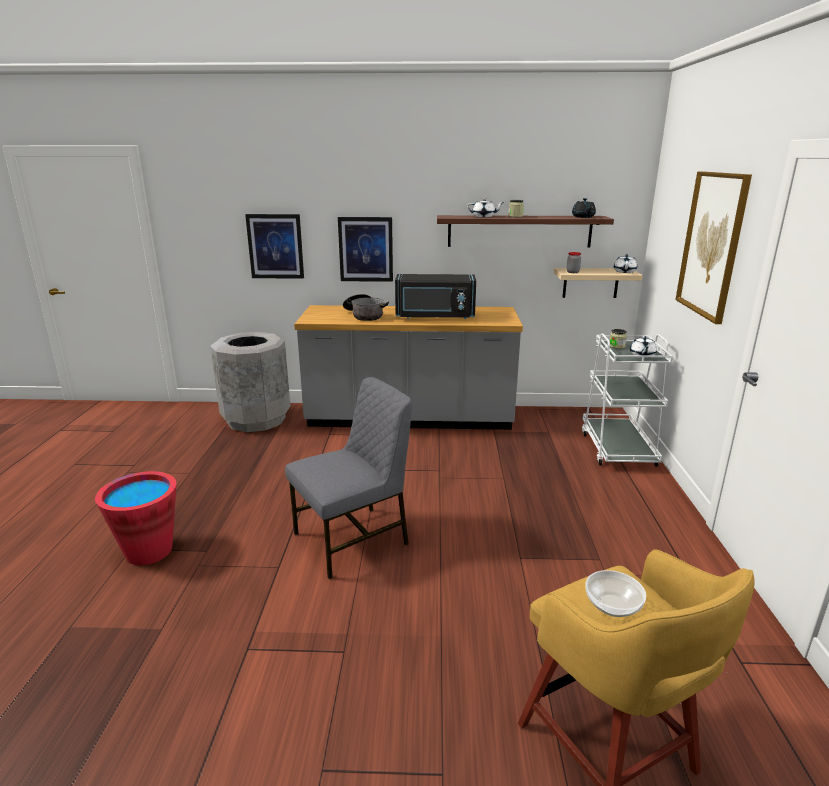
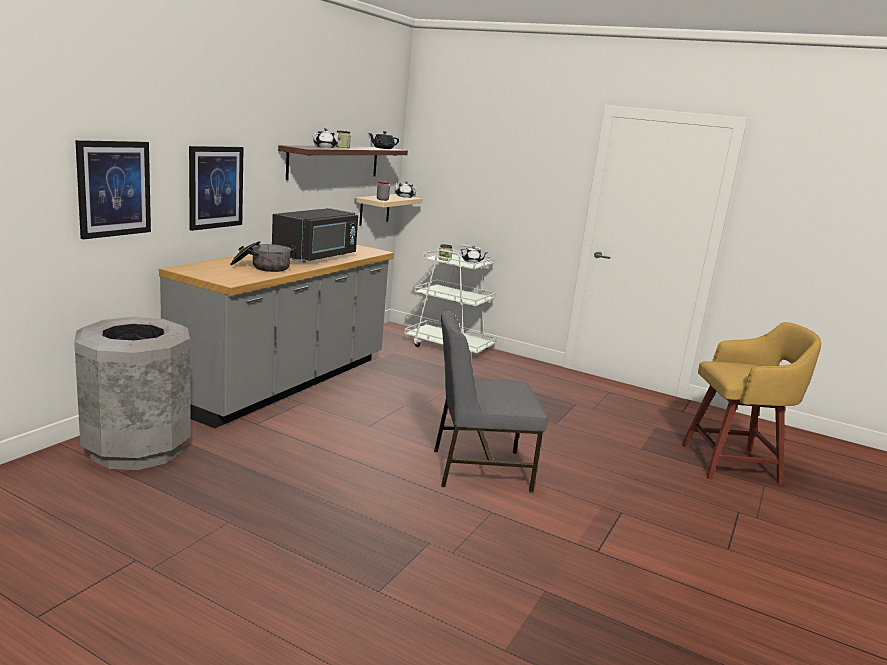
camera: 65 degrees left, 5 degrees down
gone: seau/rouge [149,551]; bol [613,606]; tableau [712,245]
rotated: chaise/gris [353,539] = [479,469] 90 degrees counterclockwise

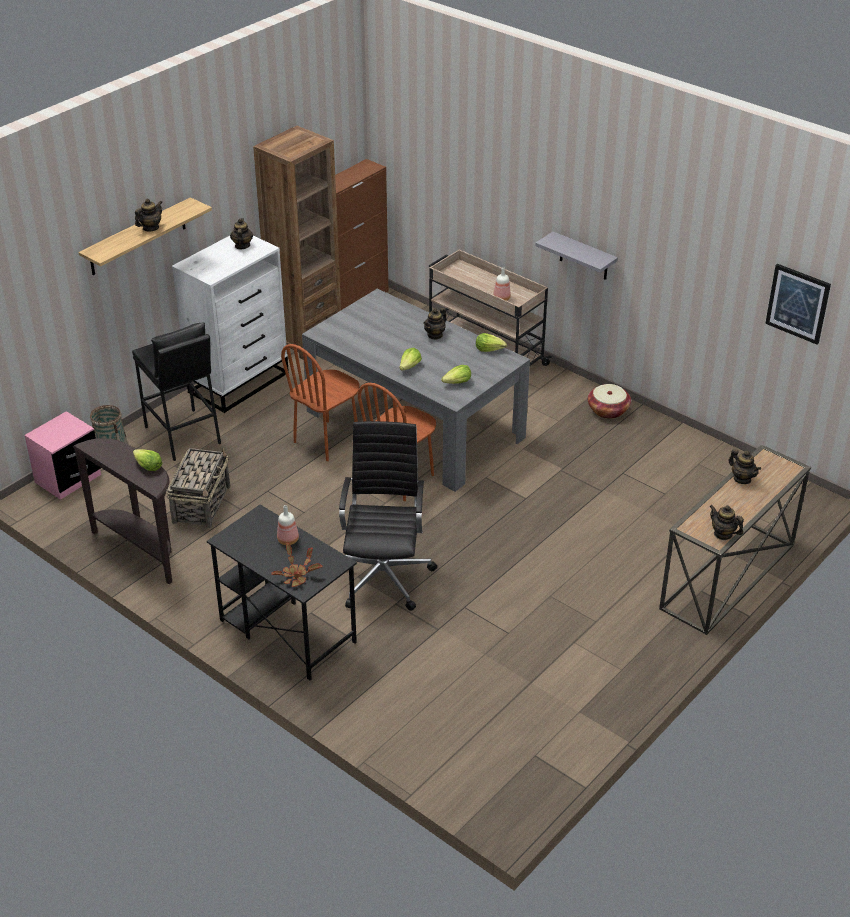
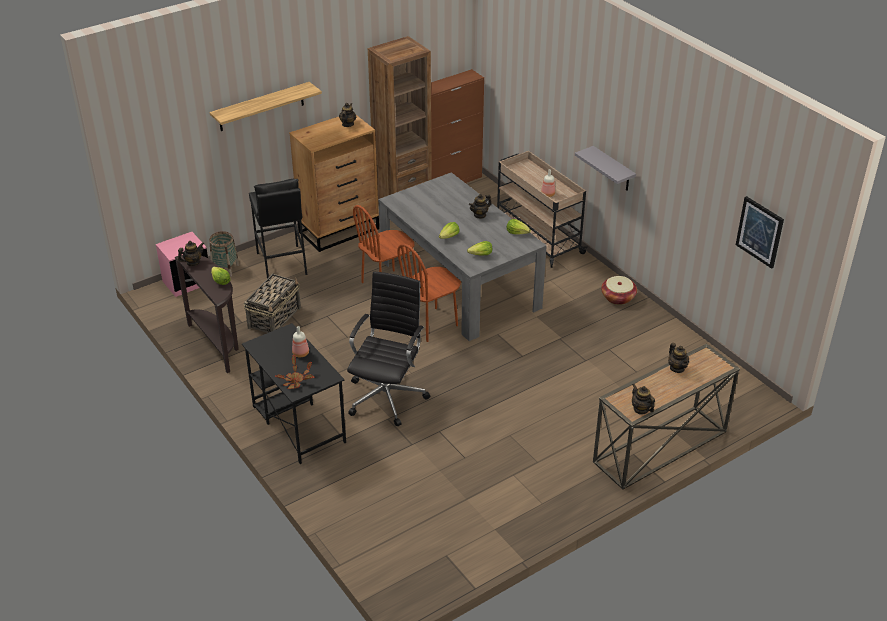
camera: 15 degrees right, 0 degrees up
shifted: théière [150,228] to [193,262]
repainted: commode/blanc [239,382] to commode/marron [339,230]

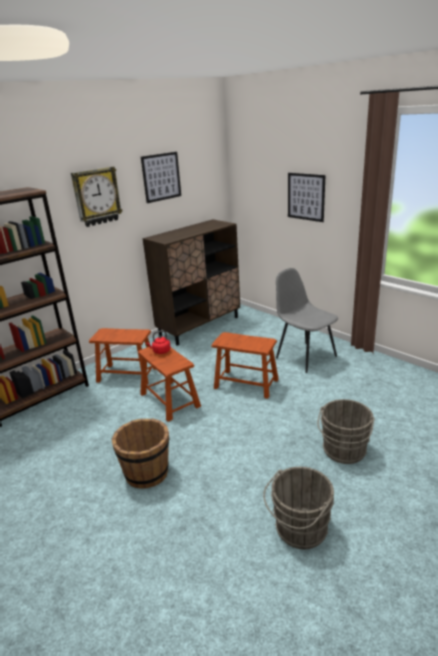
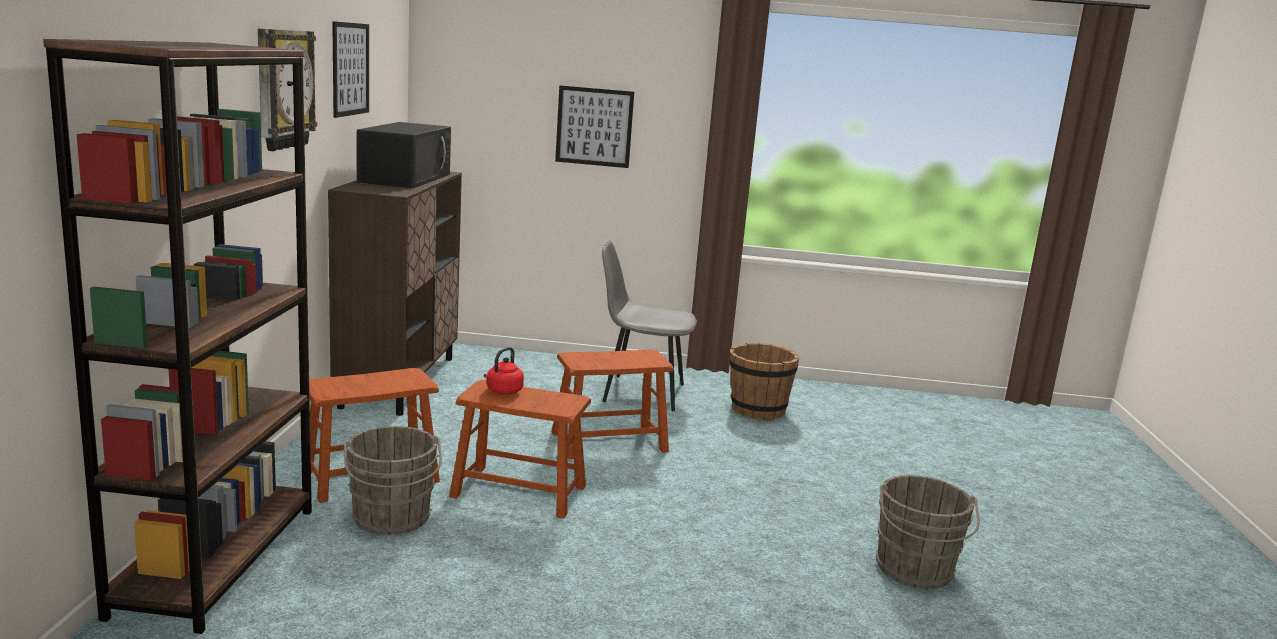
camera: 45 degrees left, 10 degrees down
new: micro-ondes/noir [406,178]
shifted: seau/marron [147,473] to [757,410]; seau/gris [343,452] to [392,519]

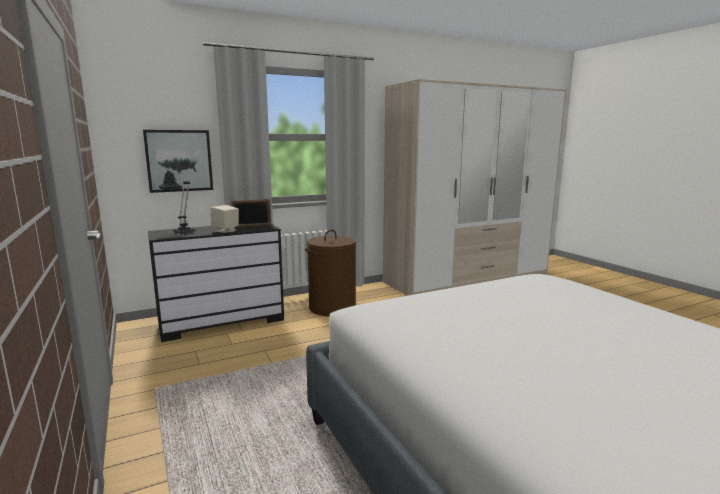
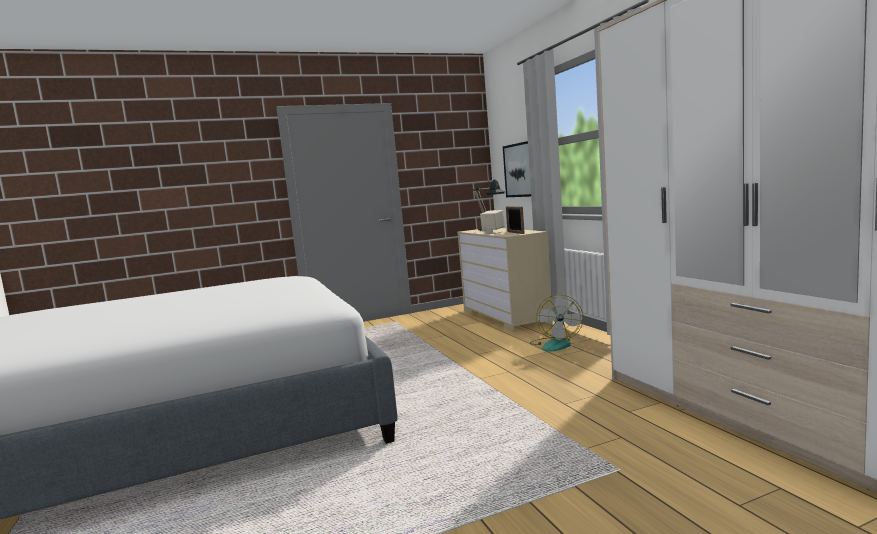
camera: 95 degrees right, 5 degrees down
swapped: panier à linge/marron [332,307] to ventilateur [555,344]
repainted: commode/noir [222,321] to commode/beige [505,317]

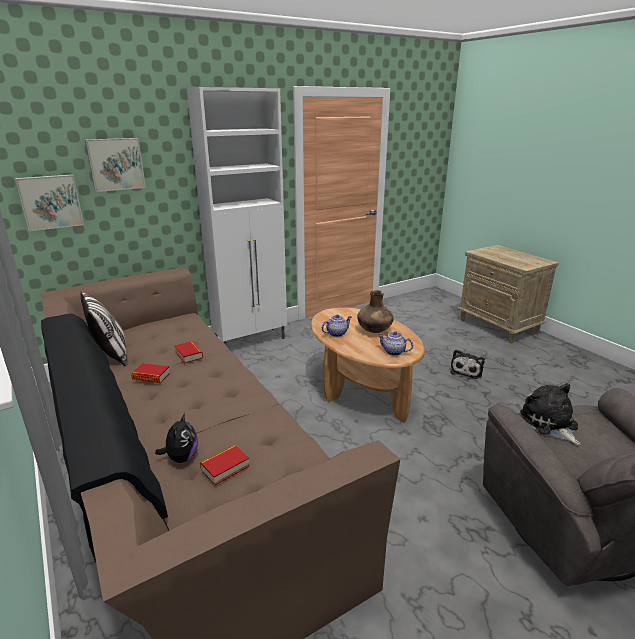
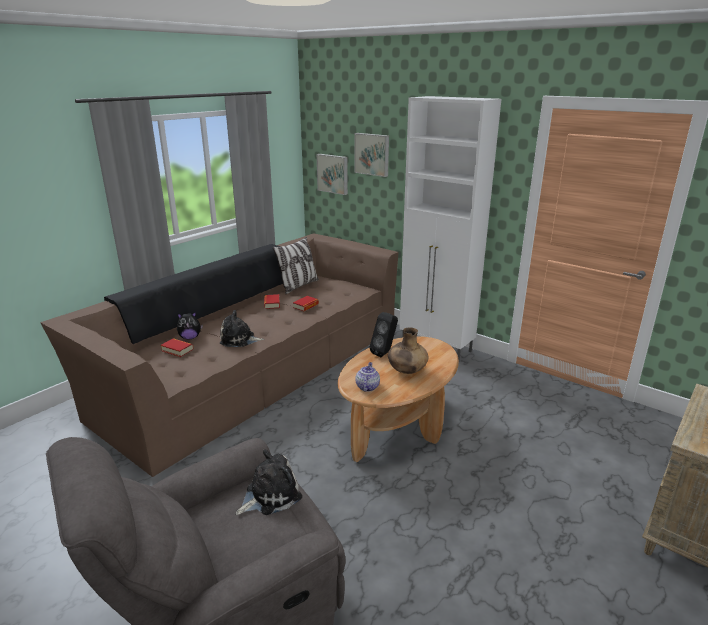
camera: 70 degrees right, 0 degrees up
shifted: peluche [466,371] to [239,340]
swapped: théière [337,333] to enceinte/noir [385,353]

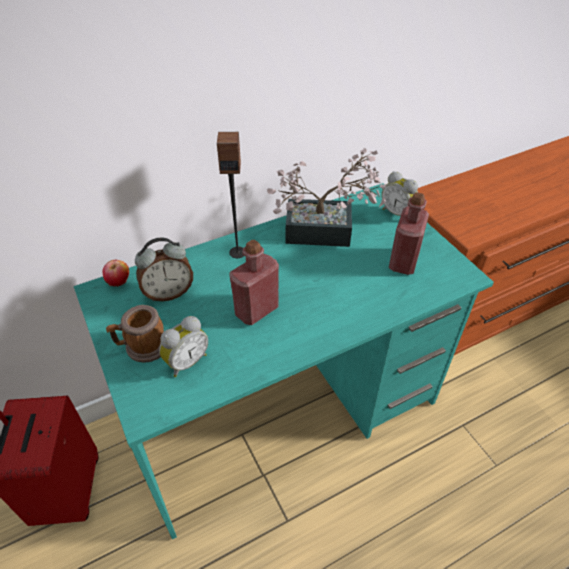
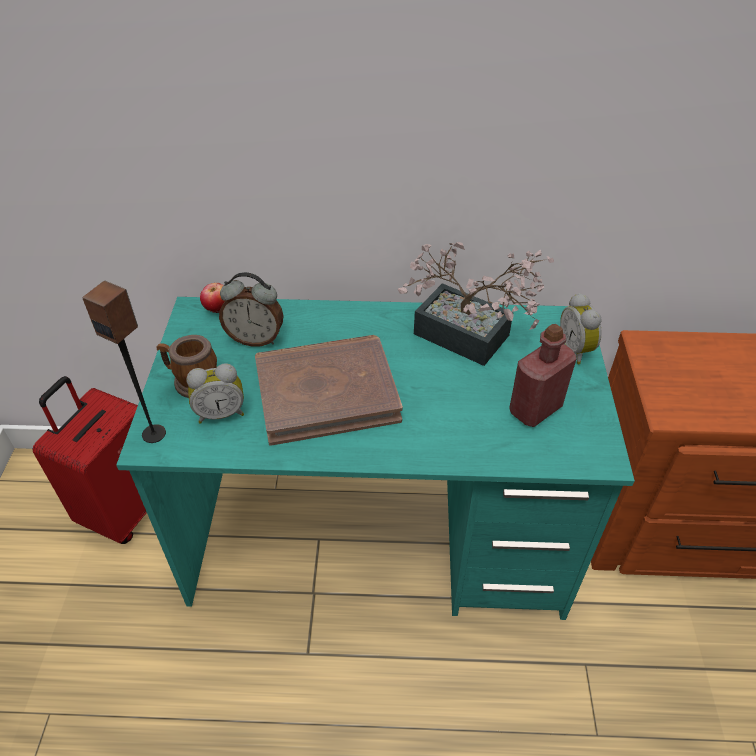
camera: 30 degrees right, 0 degrees up
shifted: enceinte [237,252] to [154,433]
swapped: bouteille/rouge [256,310] to livre/marron [326,392]

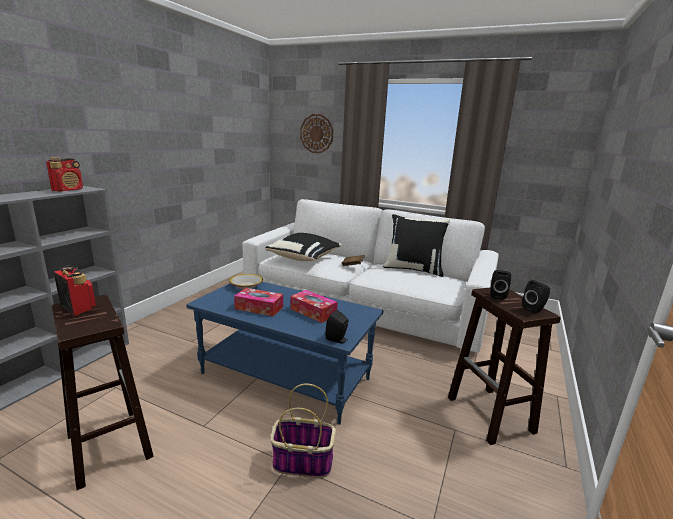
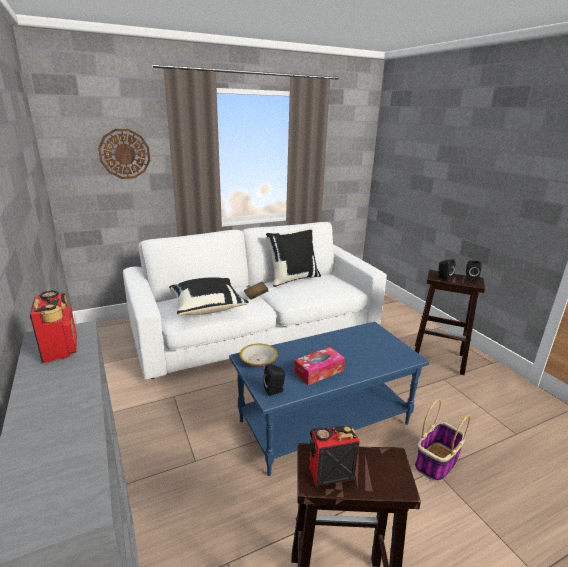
camera: 50 degrees left, 5 degrees up
gone: boîte à mouchoirs [313,312]
shifted: enceinte/noir [337,340] to [275,390]

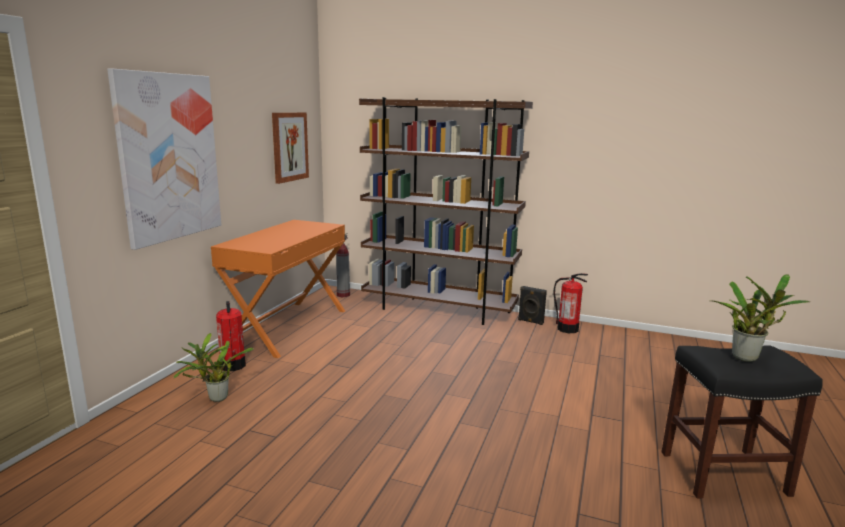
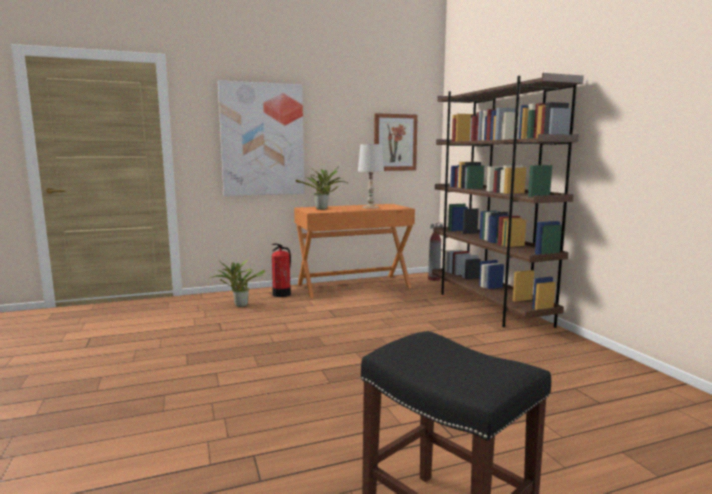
camera: 50 degrees right, 5 degrees down
gone: enceinte/noir [530,321]; extincteur [567,329]
new: lampe de table/blanc [370,207]
shifted: plante en pot [747,357] to [323,209]

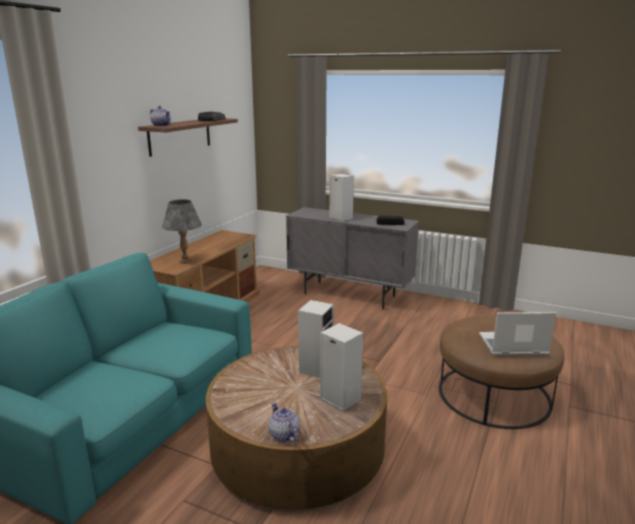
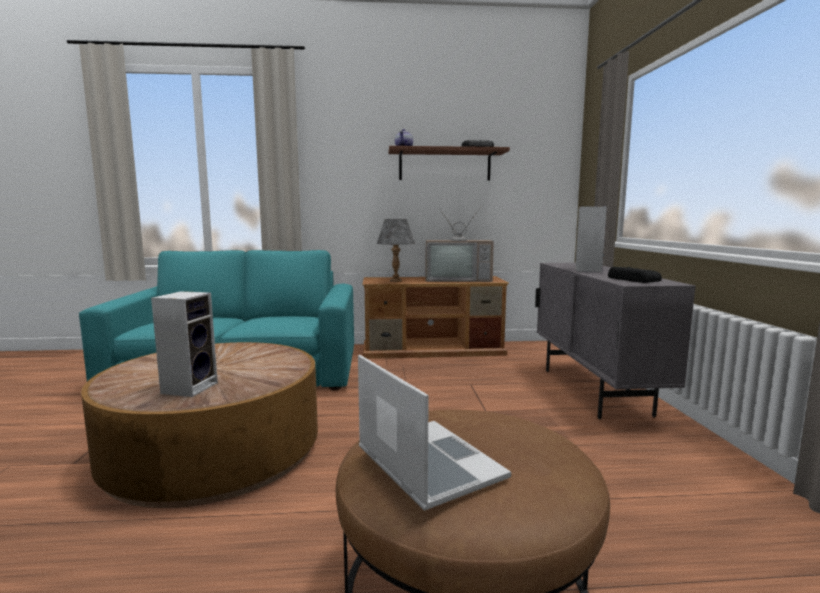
camera: 60 degrees right, 10 degrees down
gone: théière [283,435]; enceinte [316,367]
new: téléviseur [458,279]

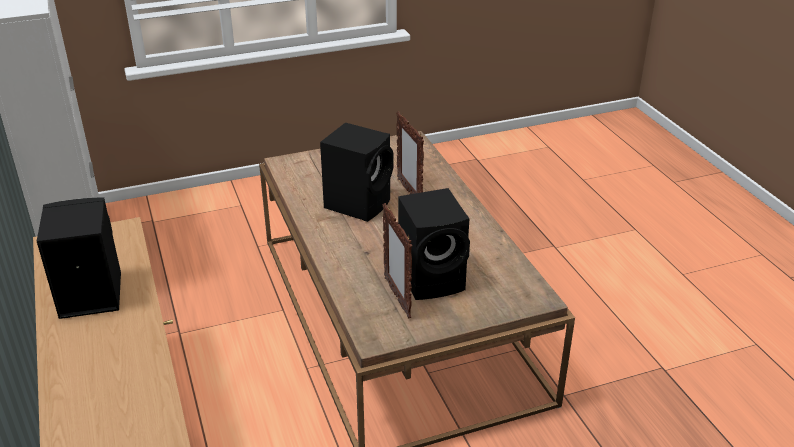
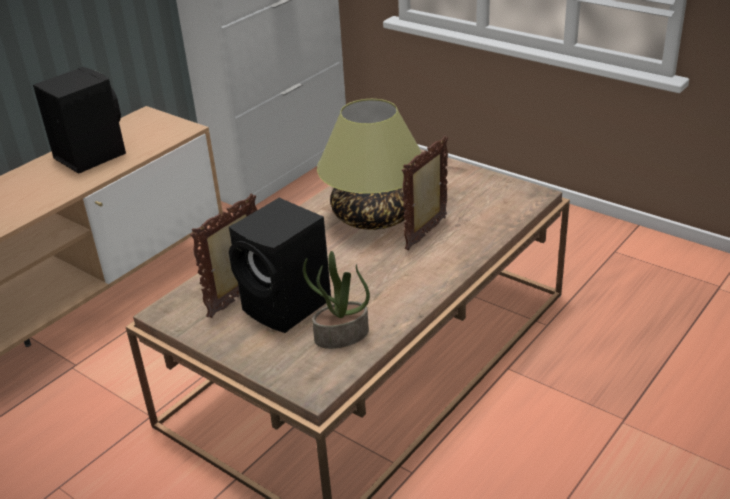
camera: 60 degrees right, 0 degrees up
new: plante en pot [341,336]
swapped: enceinte/noir [359,203] to lampe de table [375,215]

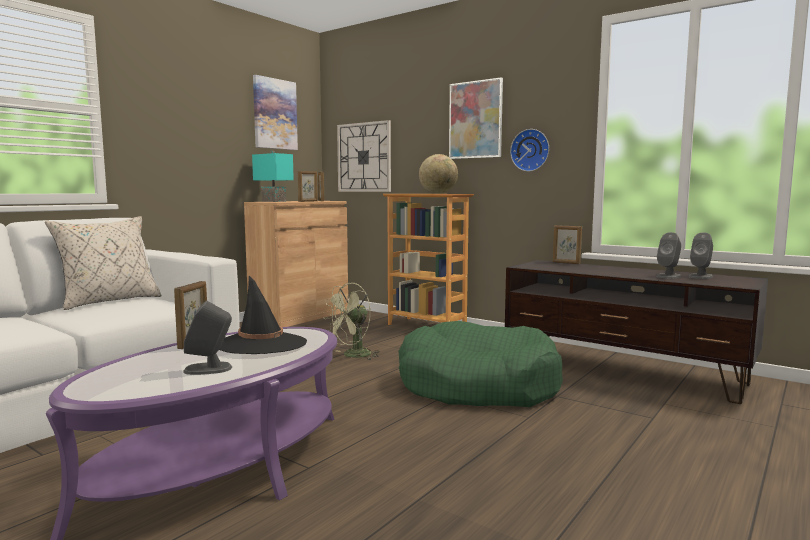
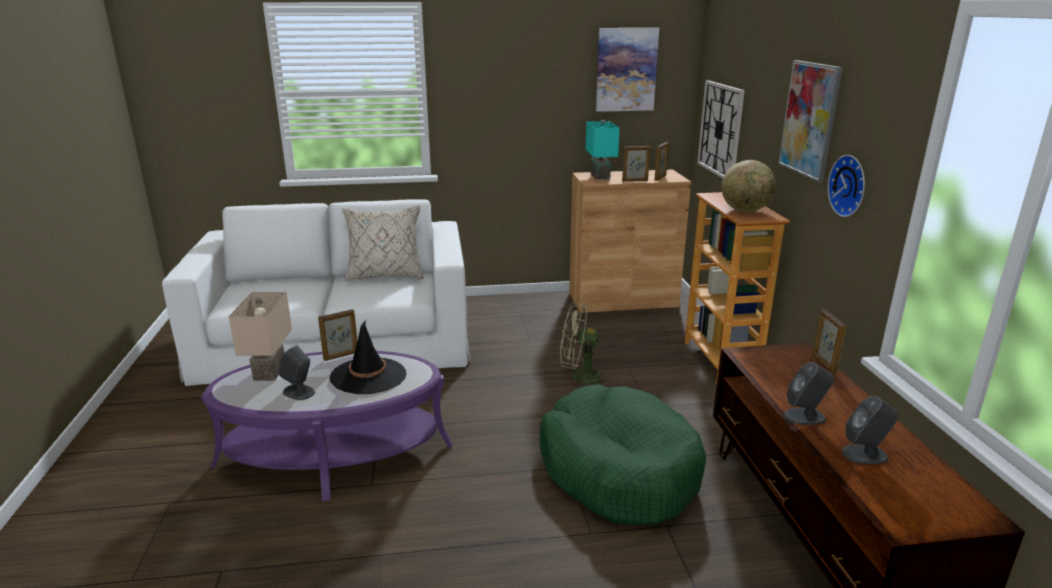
camera: 45 degrees right, 15 degrees up
new: lampe de table/beige [268,371]
shifted: enceinte/gris [700,276] to [805,416]

